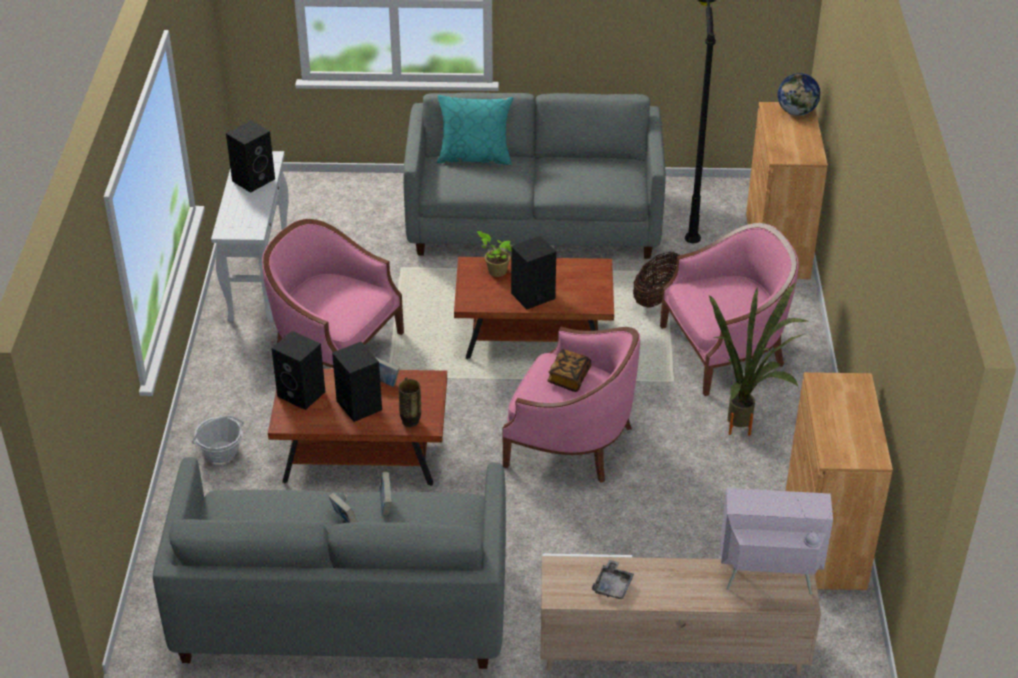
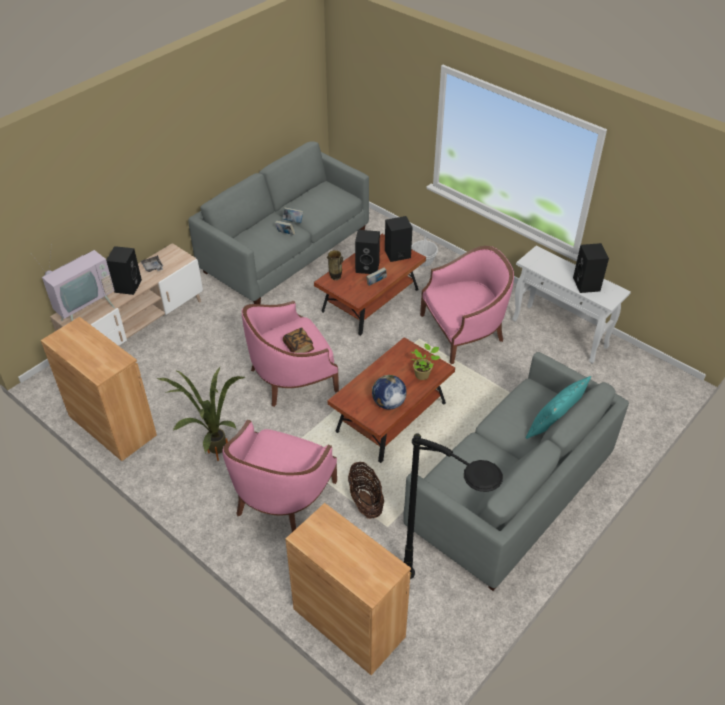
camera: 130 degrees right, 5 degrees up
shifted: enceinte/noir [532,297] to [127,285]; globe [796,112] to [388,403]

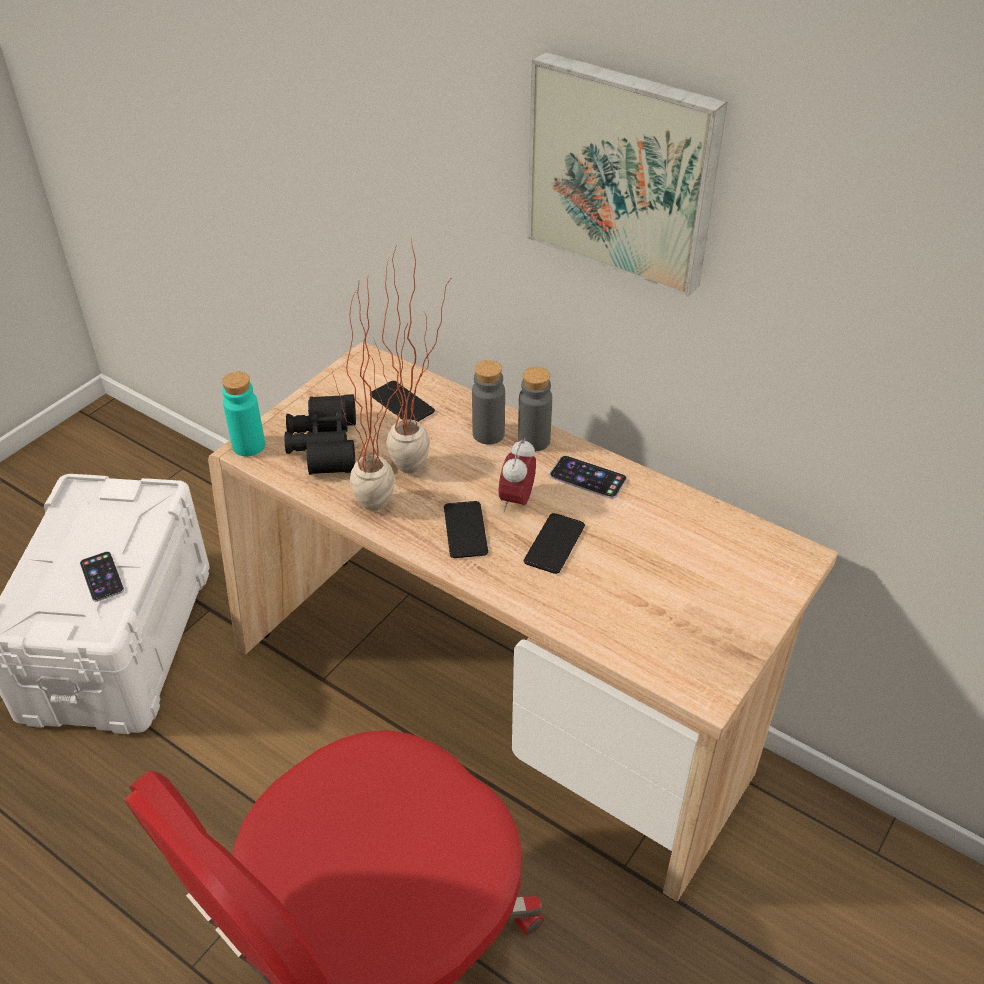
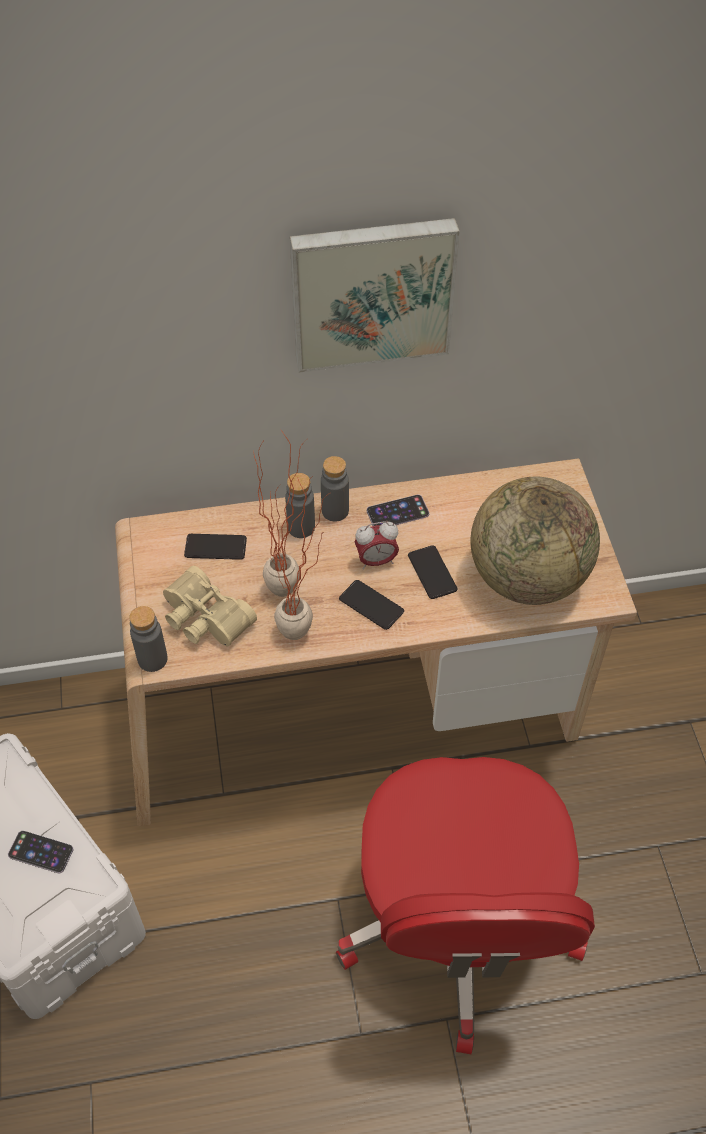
camera: 45 degrees left, 10 degrees up
new: globe [527,577]
repainted: bouteille/turquoise [249,446] to bouteille/gris [152,659]; jumelles/noir [322,446] to jumelles/beige [204,619]
rotated: réveil [517,500] = [376,561] 75 degrees counterclockwise

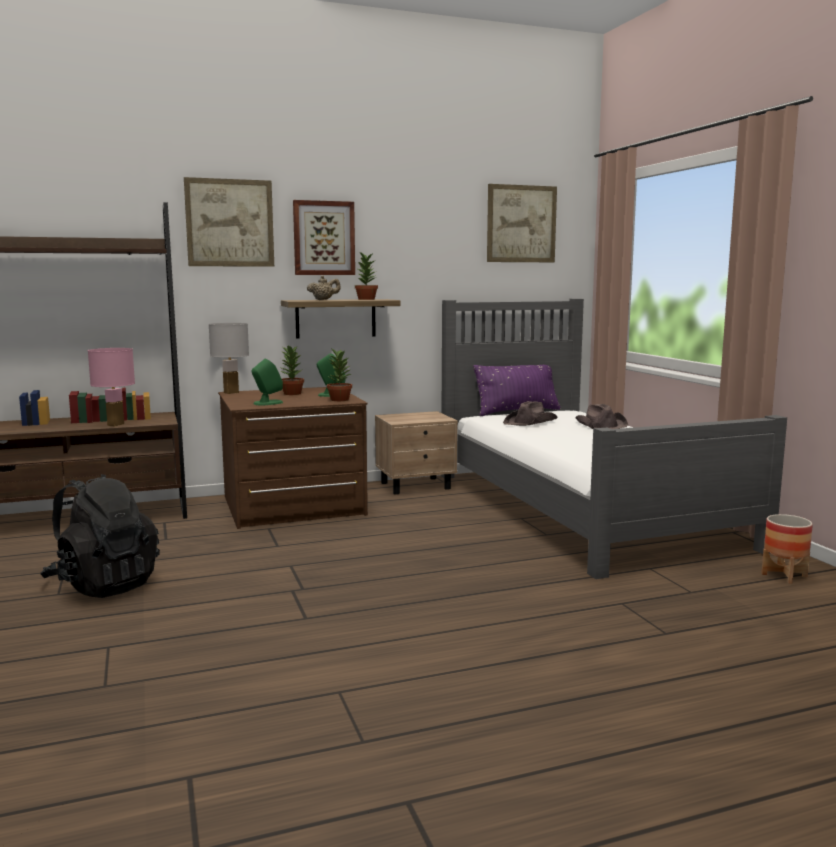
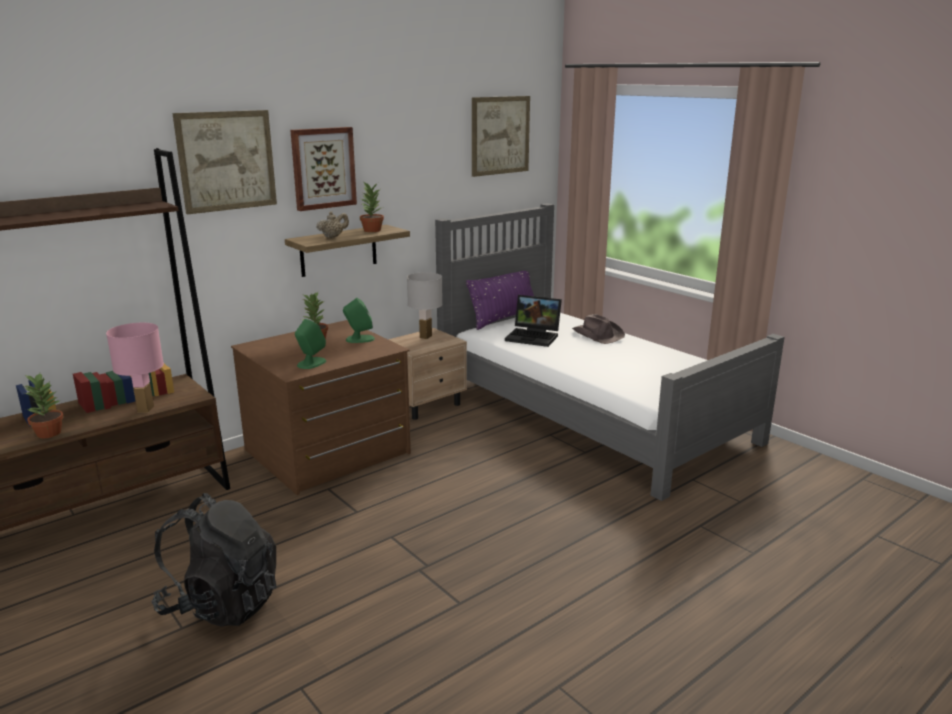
camera: 20 degrees left, 10 degrees up
gone: cache-pot [784,575]
shifted: lampe de table/blanc [231,393] to [426,337]; plante en pot [339,399] to [48,433]
swapped: chapeau/marron [531,422] to ordinateur portable [534,337]

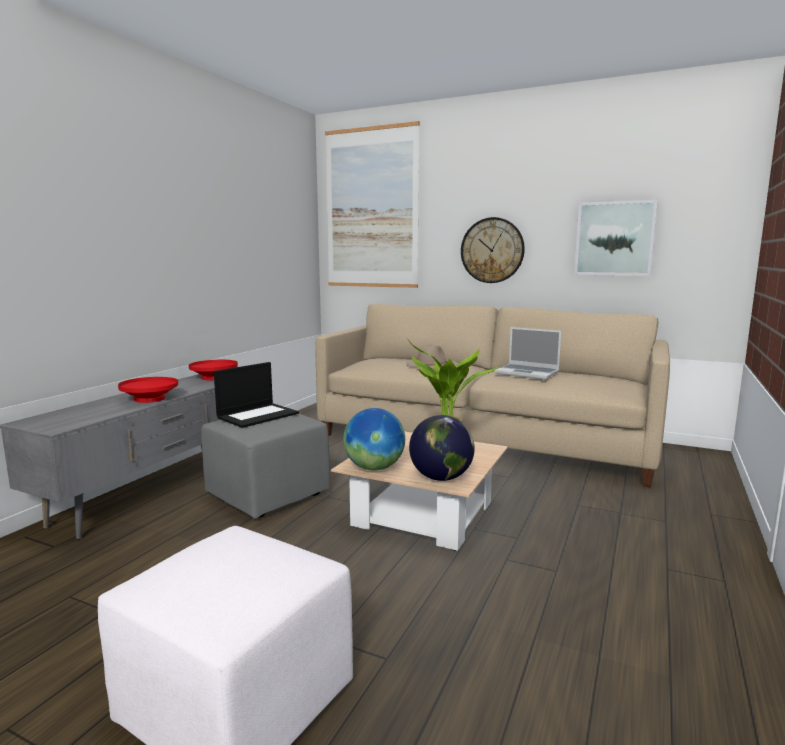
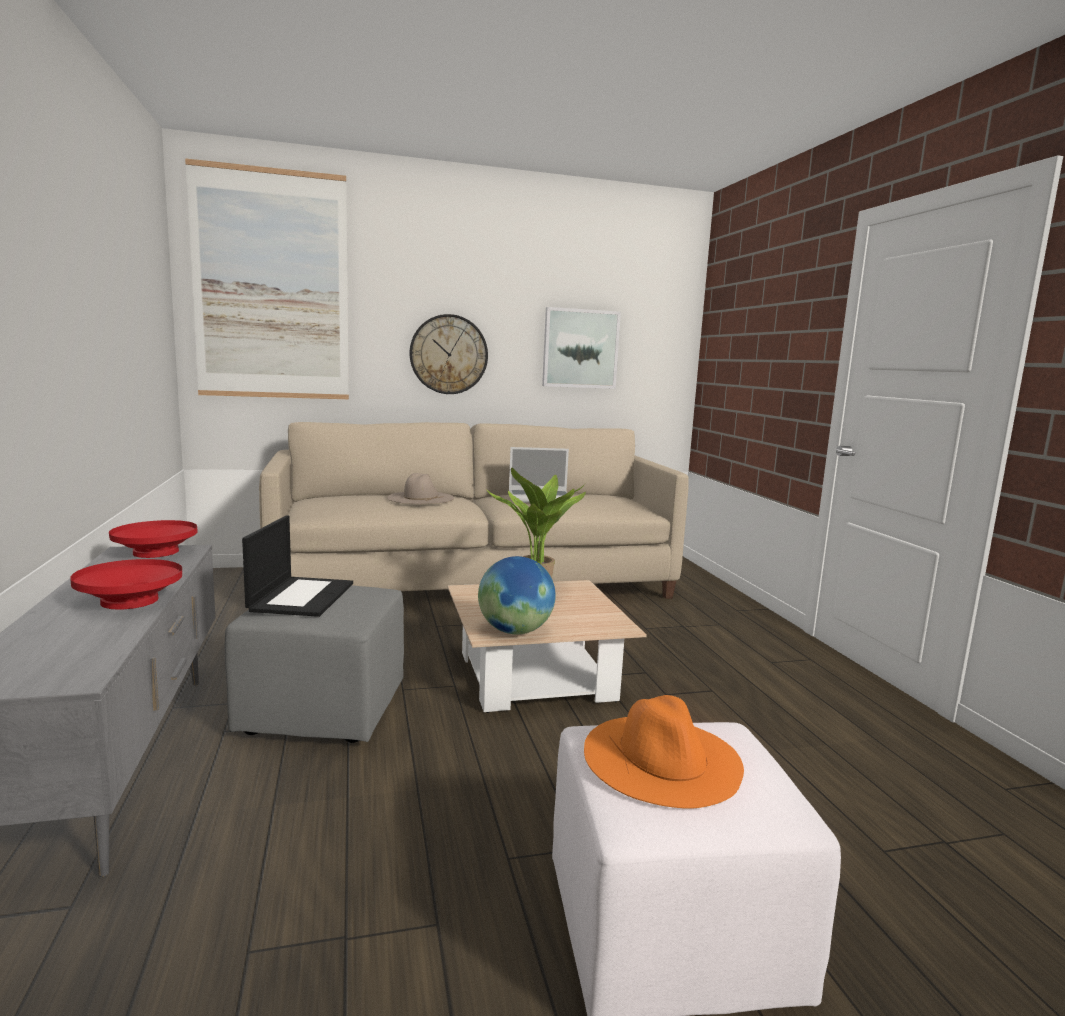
camera: 40 degrees left, 0 degrees up
gone: globe [441,478]
new: chapeau/orange [662,758]

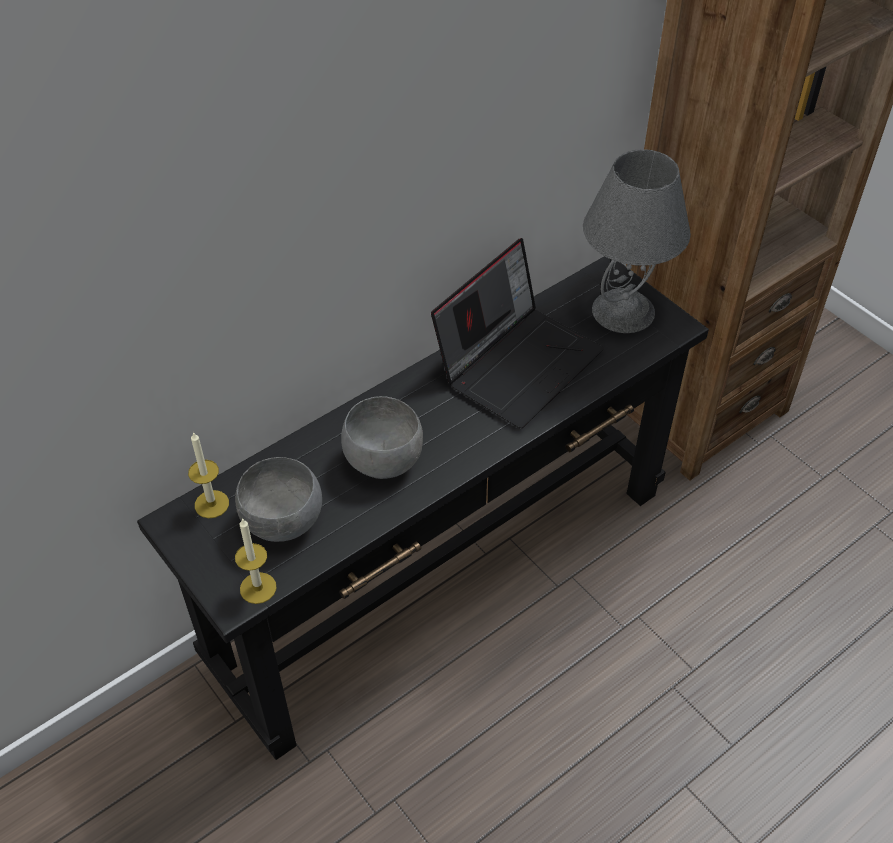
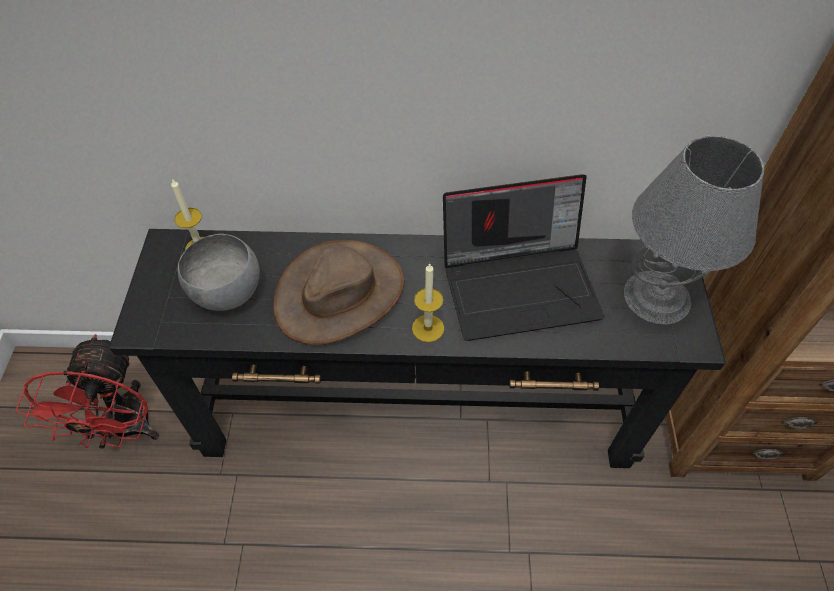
camera: 40 degrees right, 5 degrees up
new: ventilateur/rouge [124,431]
shifted: bougie [258,588] to [428,328]
swapped: bol/gris [382,460] to chapeau/marron [339,293]

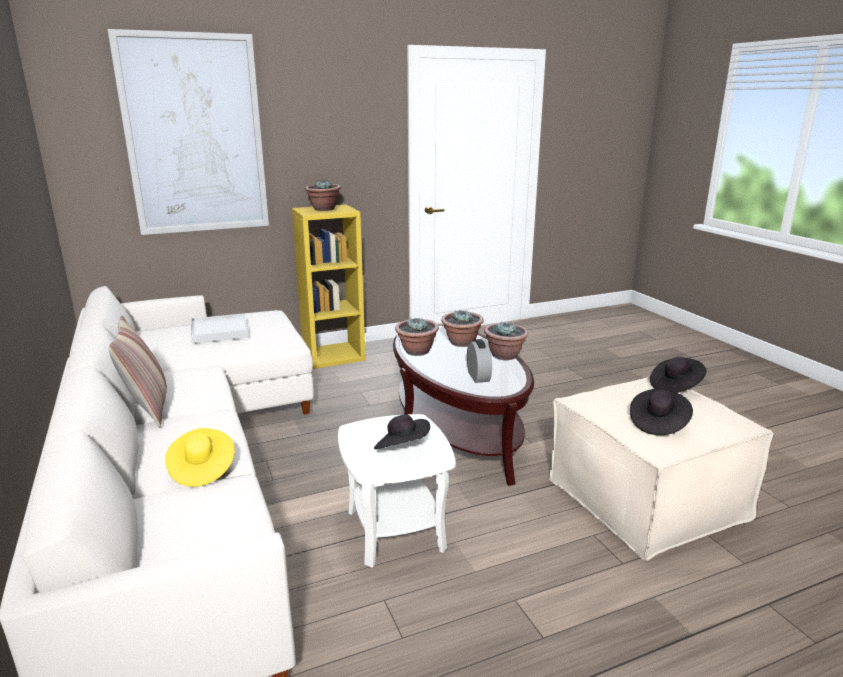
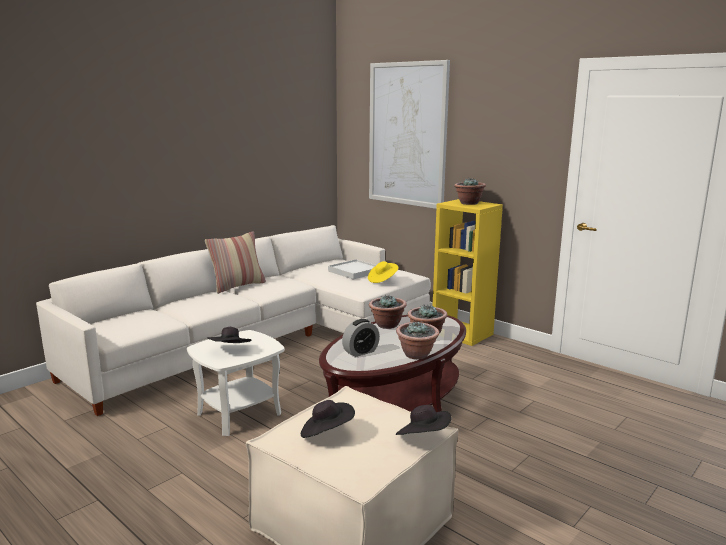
camera: 65 degrees right, 5 degrees down
shifted: chapeau/jaune [201,469] to [382,280]

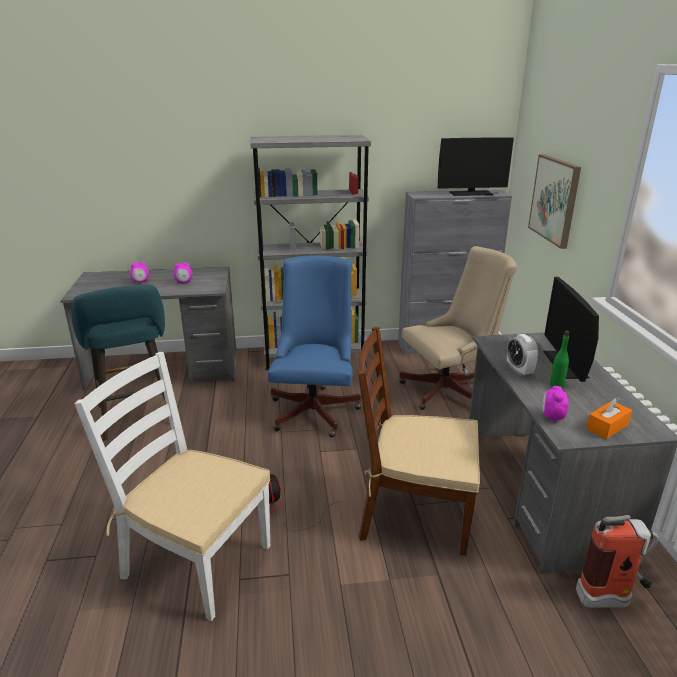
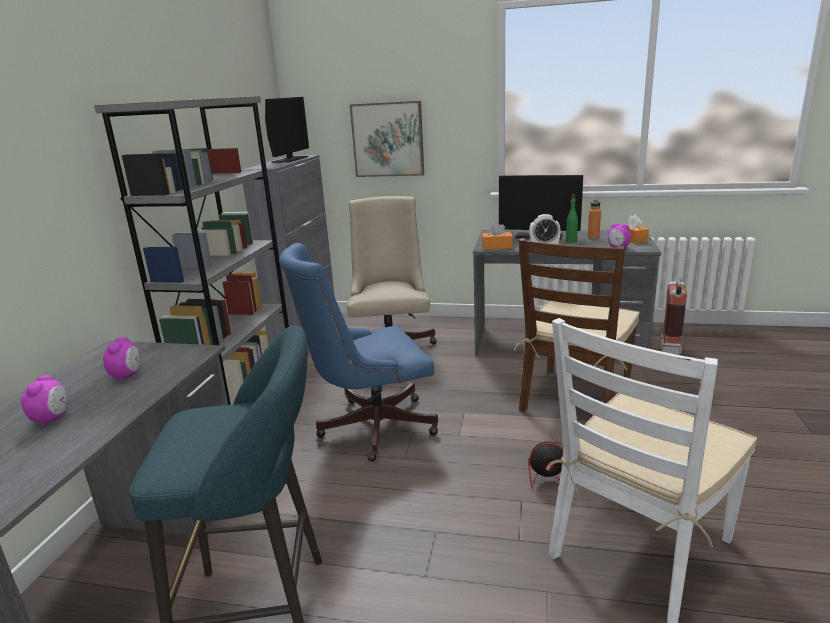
camera: 70 degrees left, 5 degrees down
new: boîte à mouchoirs/orange [497,247]; bouteille/orange [593,238]
rotated: chaise de bureau/bleu [315,408] = [369,427] 45 degrees counterclockwise

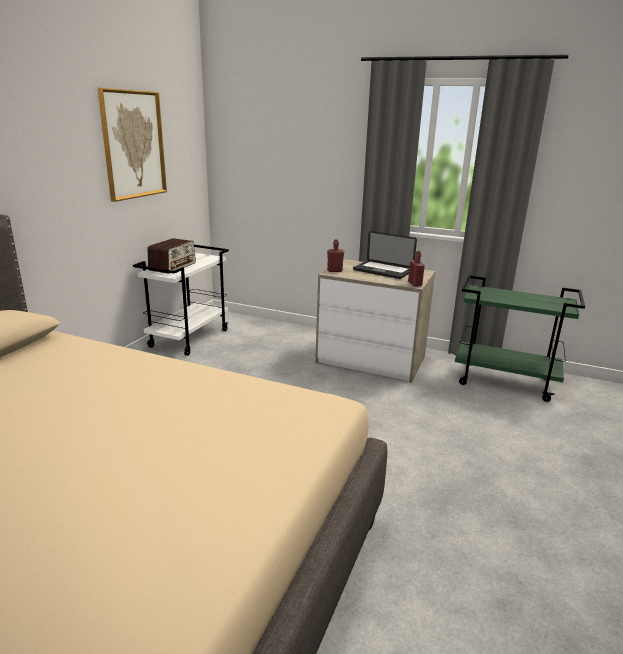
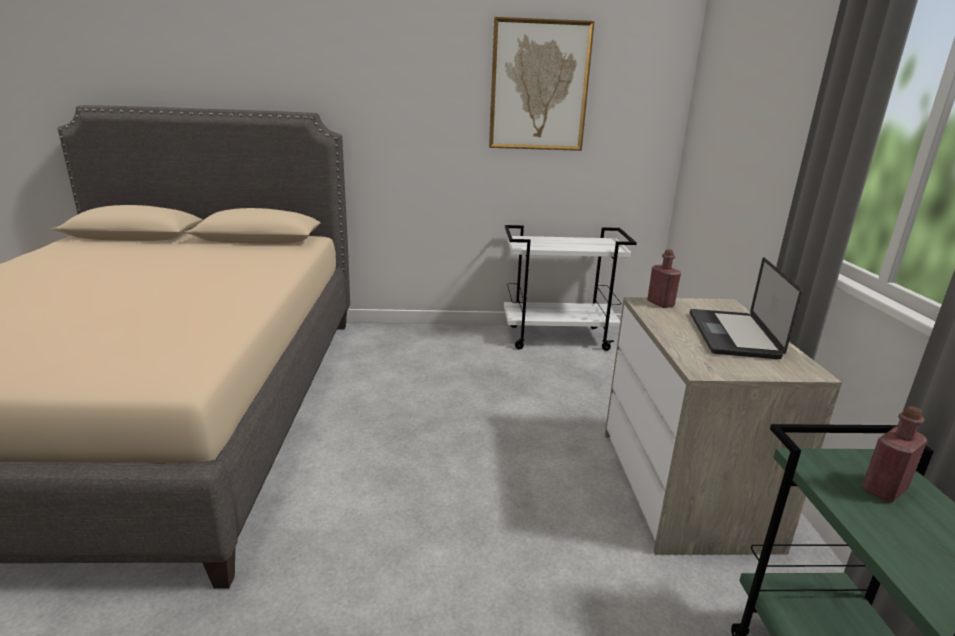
camera: 65 degrees right, 0 degrees up
gone: radio [173,266]
shifted: bouteille/rouge [415,284] to [884,489]

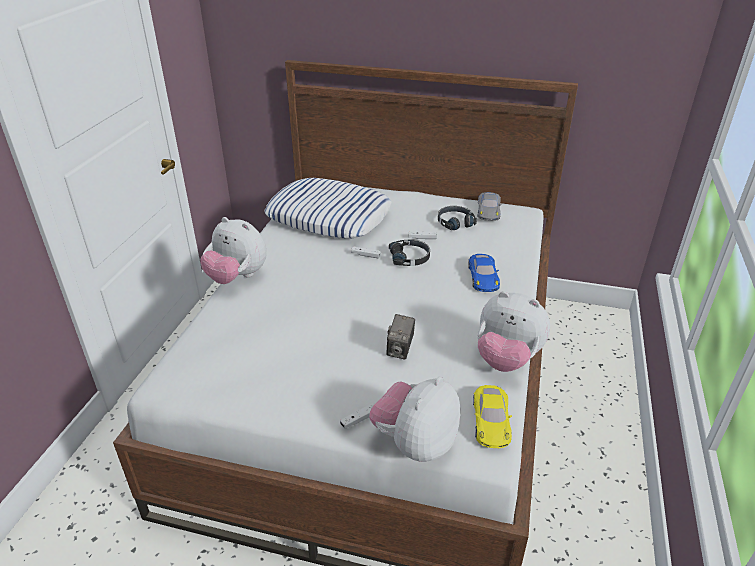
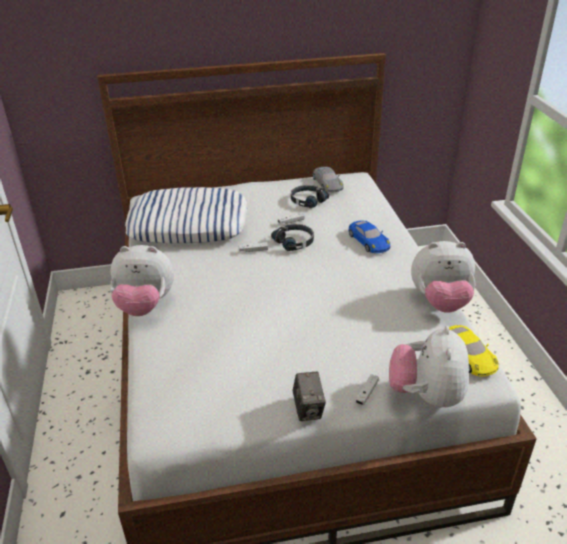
camera: 25 degrees left, 0 degrees up
shifted: appareil photo [400,350] to [308,409]

